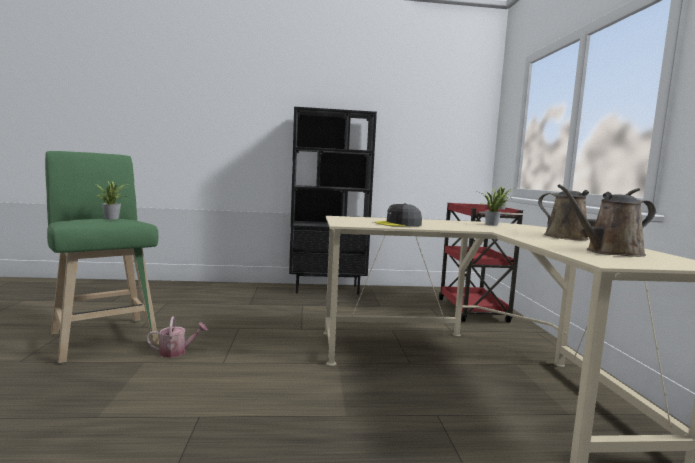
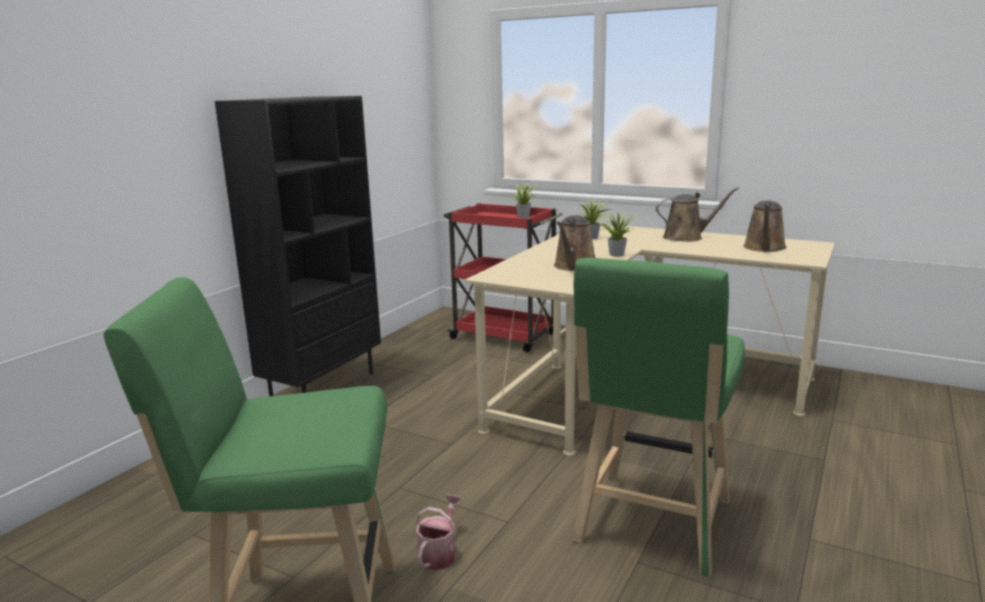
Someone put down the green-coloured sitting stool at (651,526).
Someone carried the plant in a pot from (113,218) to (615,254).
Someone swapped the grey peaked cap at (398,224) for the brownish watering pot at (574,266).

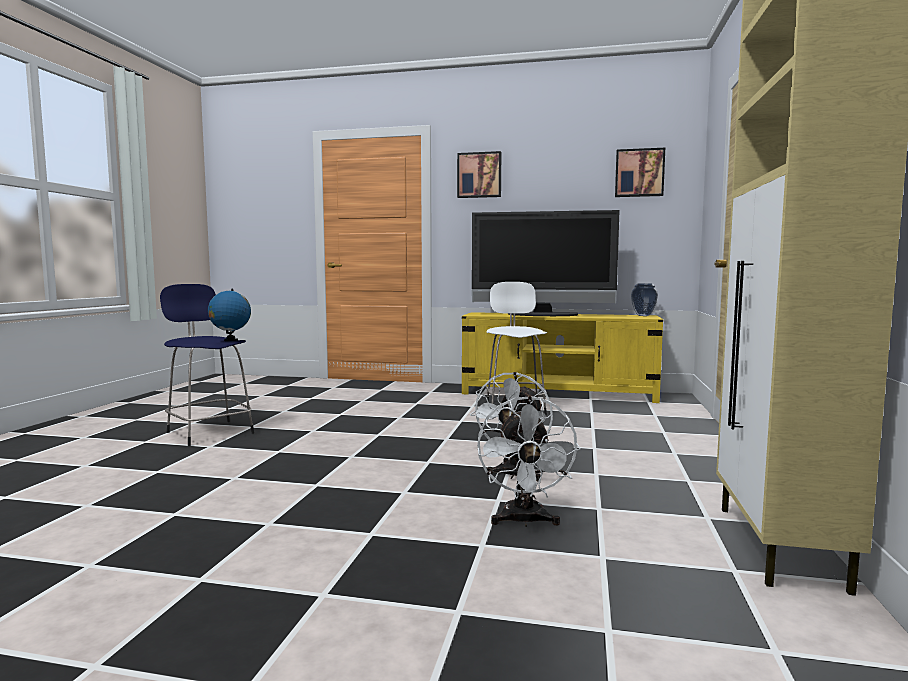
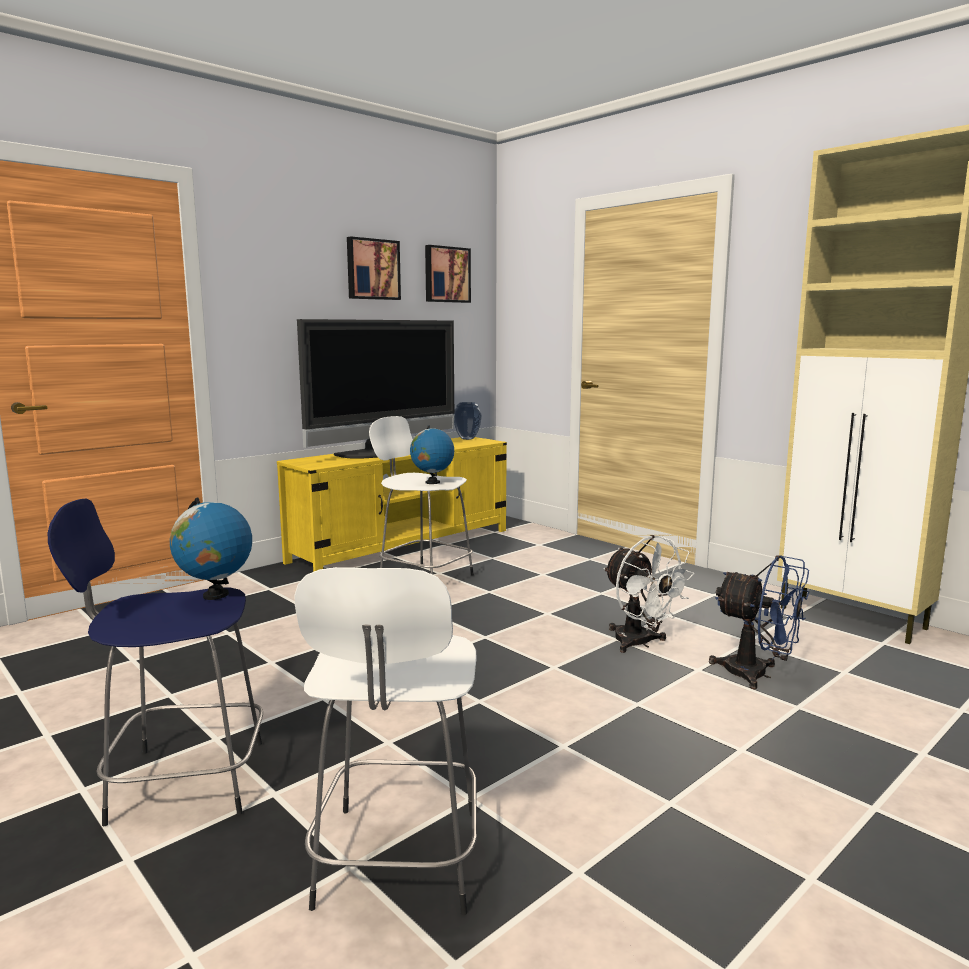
Someone put down the white sitting stool at (397,863).
Someone put down the desk globe at (432,482).
Someone carried the picture from (479,175) to (372,269).
Someone repainted the white electric fan at (524,521), which became the blue-coloured electric fan at (757,675).

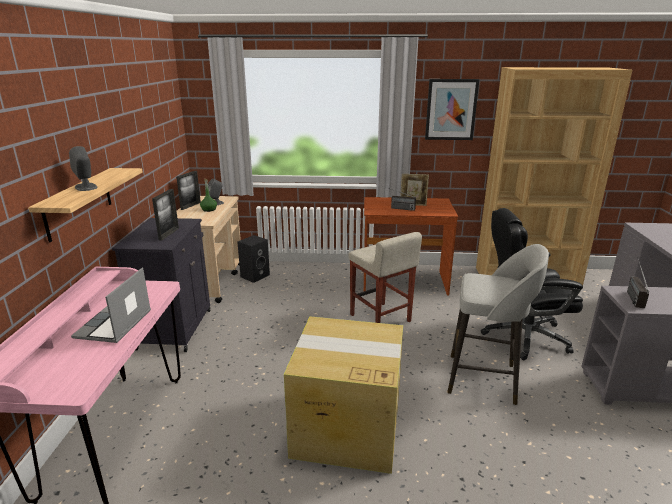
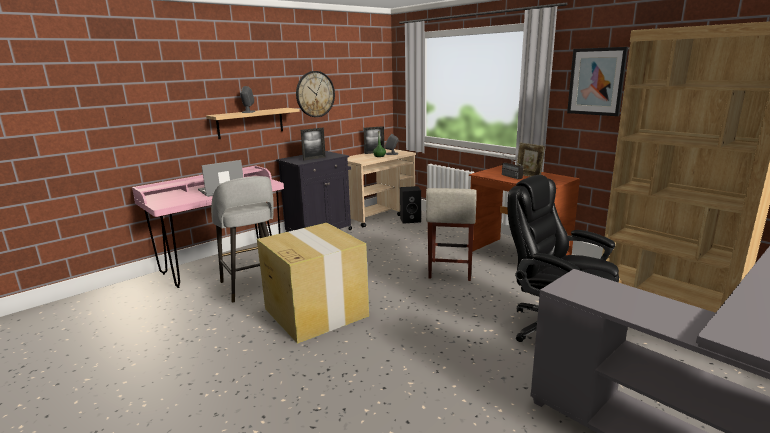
Someone took away the radio receiver at (632,295).
Someone put up the wall clock at (315,94).
Someone carried the grey sitting stool from (484,379) to (252,286).

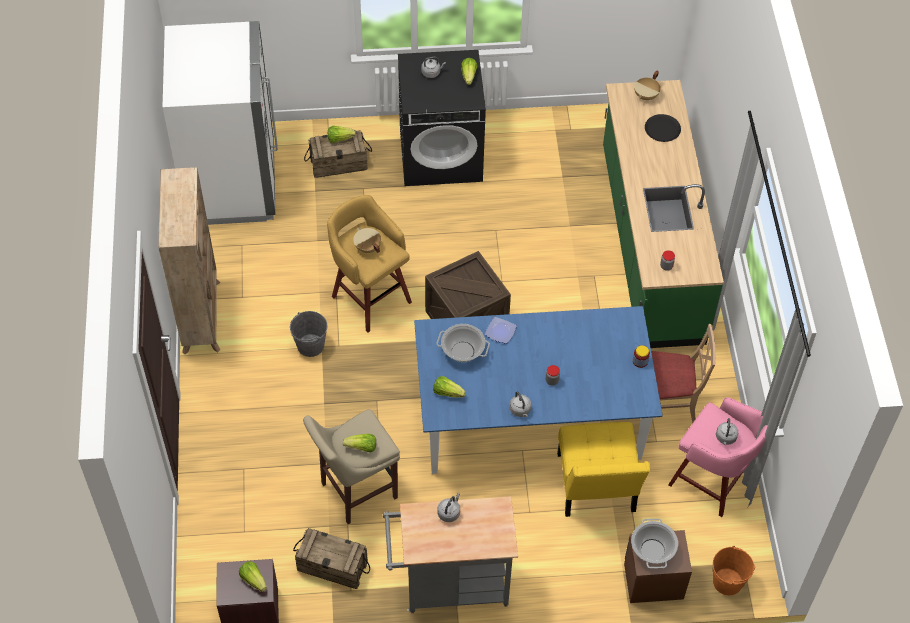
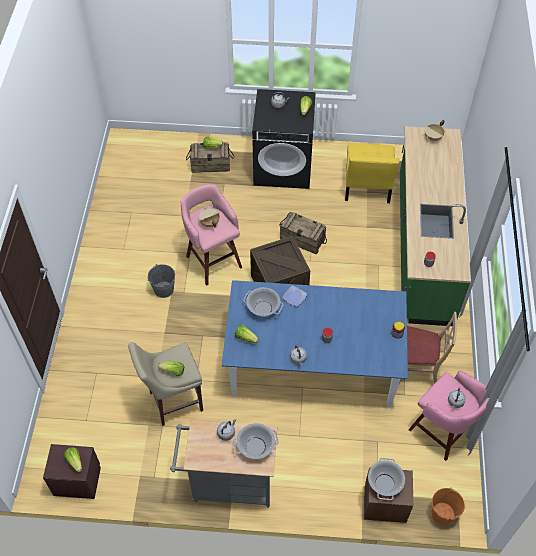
Someone took away the beige bookcase at (202,316).
Someone took away the white refrigerator at (231,184).
Someone took away the black-coloured flat dish at (662,128).
Someone put down the cooking pot at (256,446).
Someone carried the shipping crate from (332,566) to (302,239).
Someone carried the yellow-coloured plain chair from (596,488) to (367,187).
Someone repainted the yellow-coloured sitting stool at (370,297), which became the pink-coloured sitting stool at (213,260).

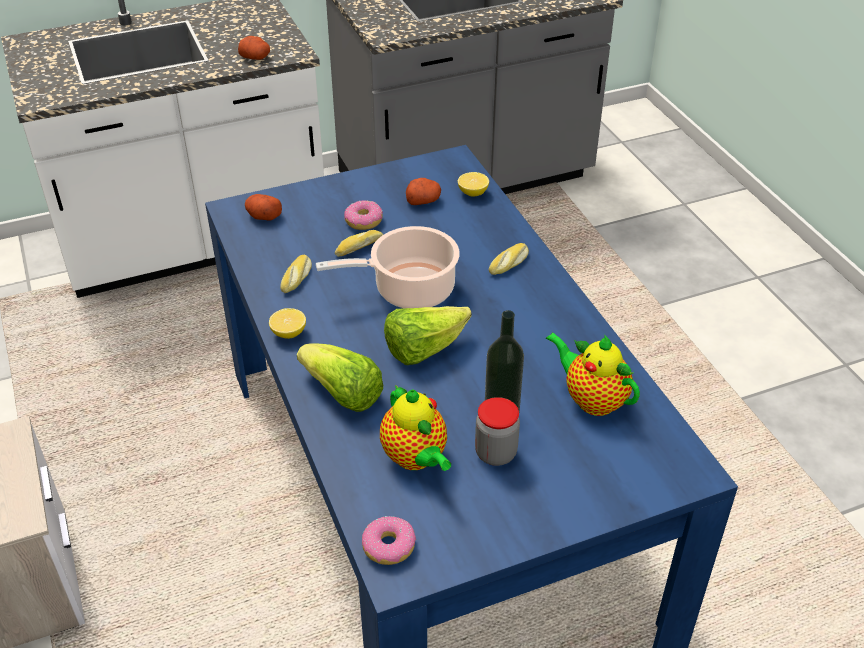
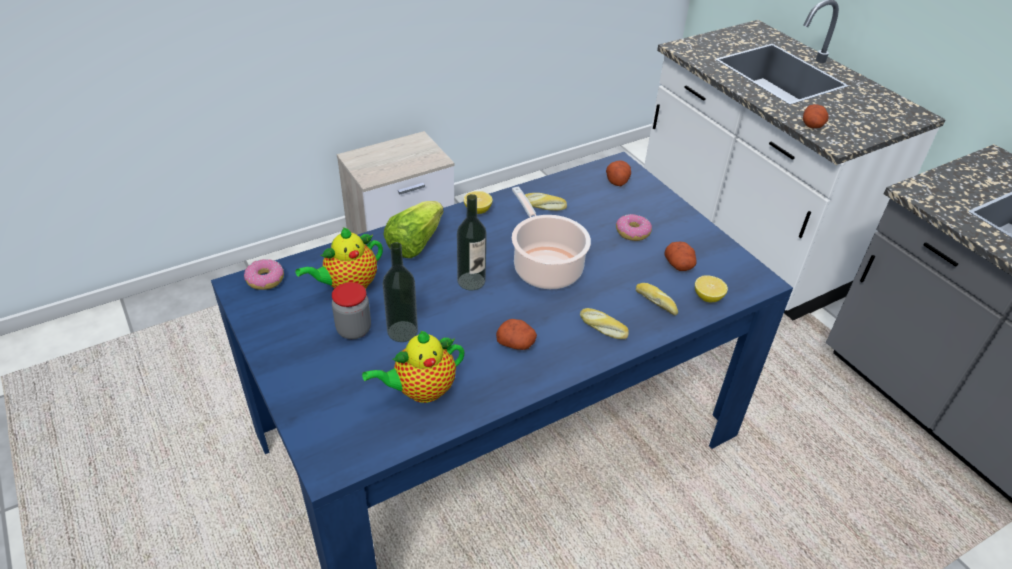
Someone put down the whole potato at (516,343).
Someone carried the bakery bread from (358,247) to (656,302).
Someone swapped the head of lettuce at (423,349) for the beverage bottle at (471,281).
Someone rotated the teapot at (591,399) by 150 degrees counterclockwise.

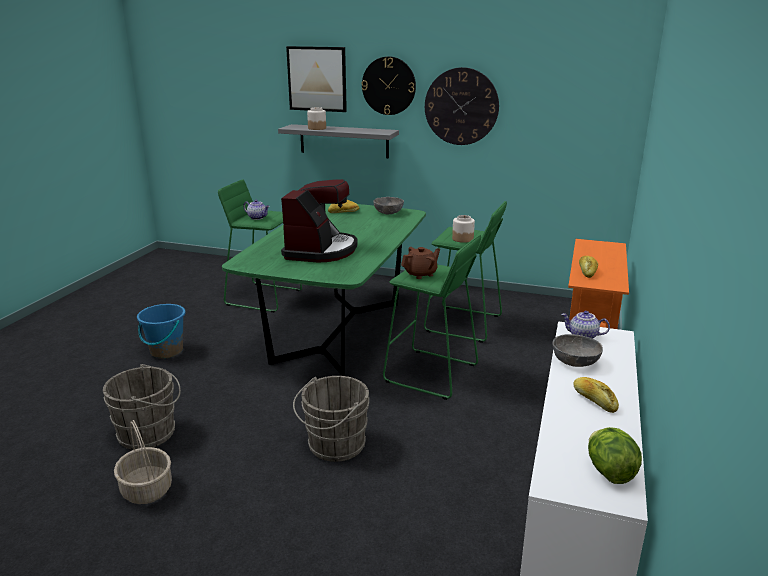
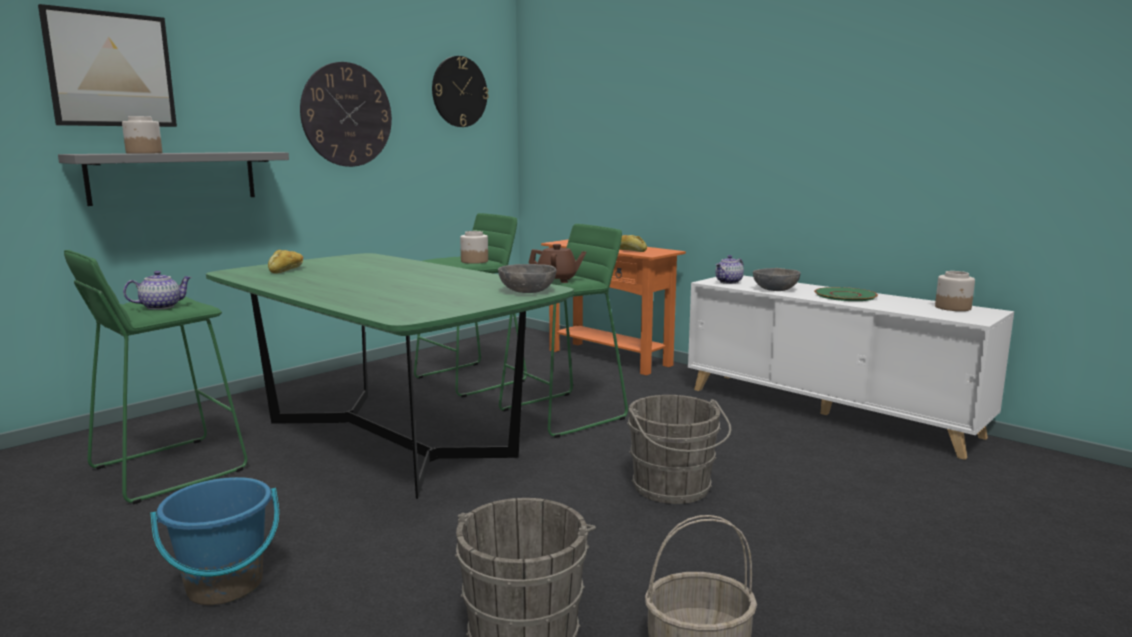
Someone took away the coffee maker at (321,250).
Someone carried the wall clock from (388,86) to (459,92).
Someone carried the grey serving bowl from (388,212) to (527,291).
Someone swapped the bakery bread at (594,400) for the green-coloured flat dish at (845,295).
Someone swapped the head of lettuce at (609,472) for the storage jar at (953,308).
Someone rotated the brownish teapot at (421,274) by 105 degrees clockwise.

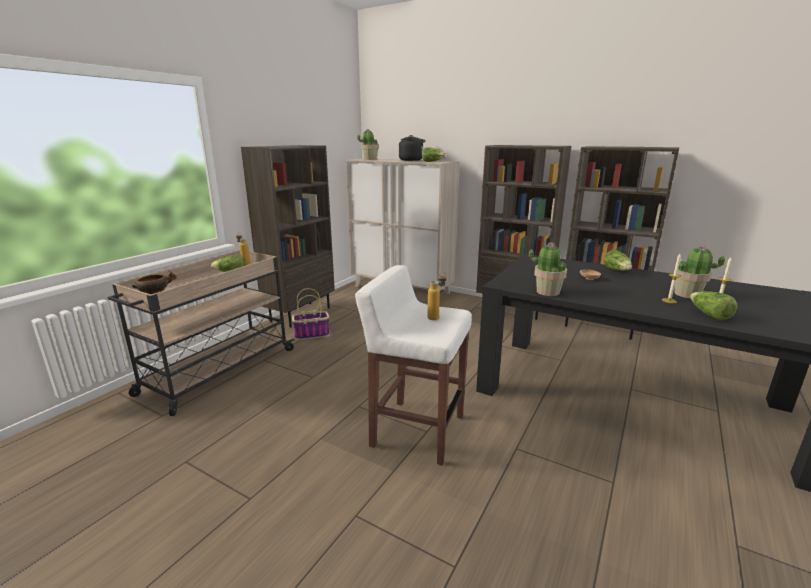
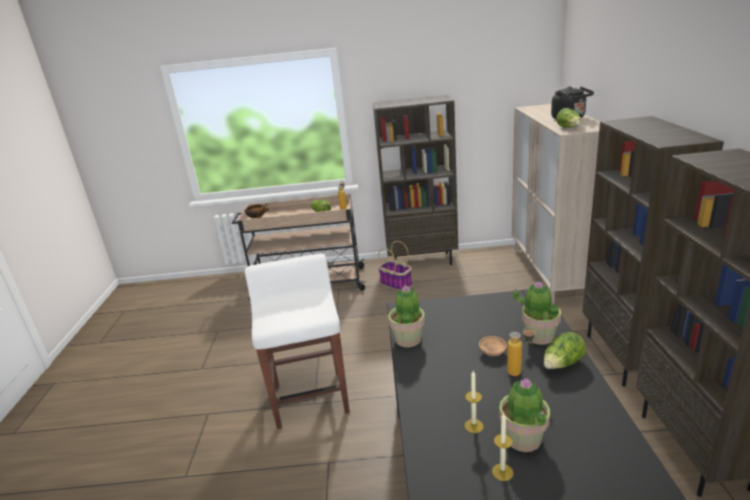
Someone took away the head of lettuce at (708,315).
Someone carried the plant in a pot from (370,159) to (539,336).
Someone carried the beverage bottle from (436,317) to (520,373).

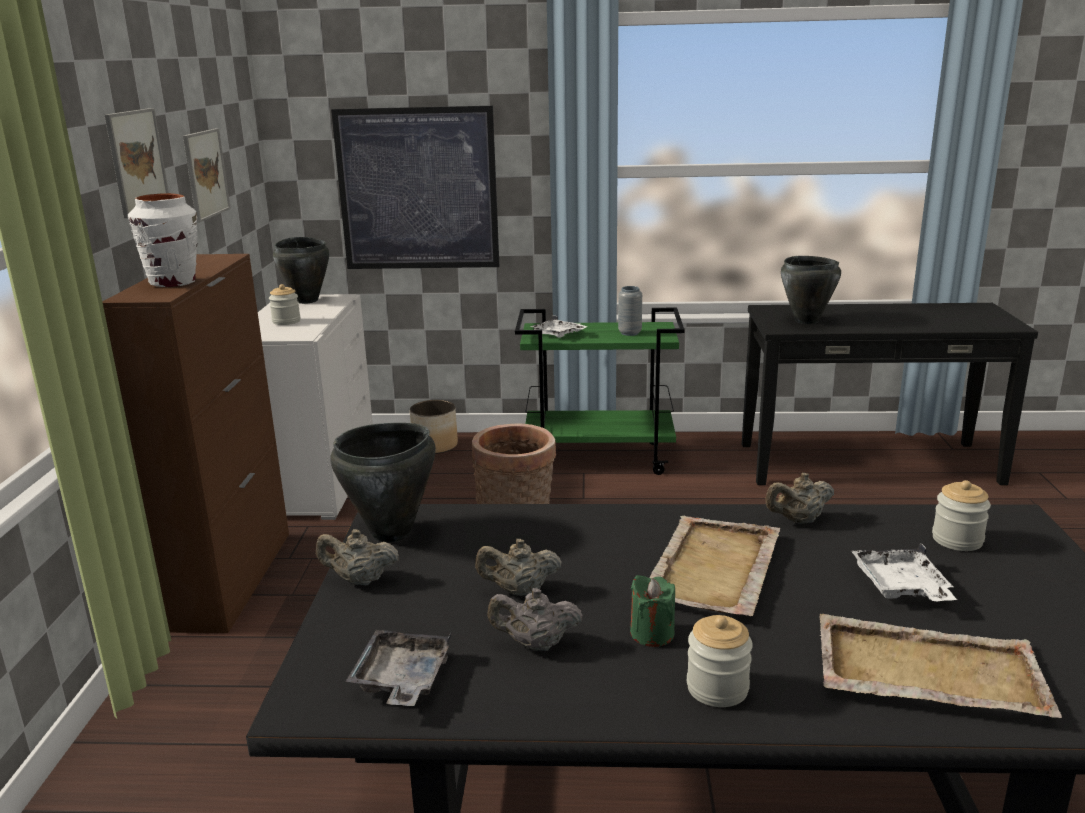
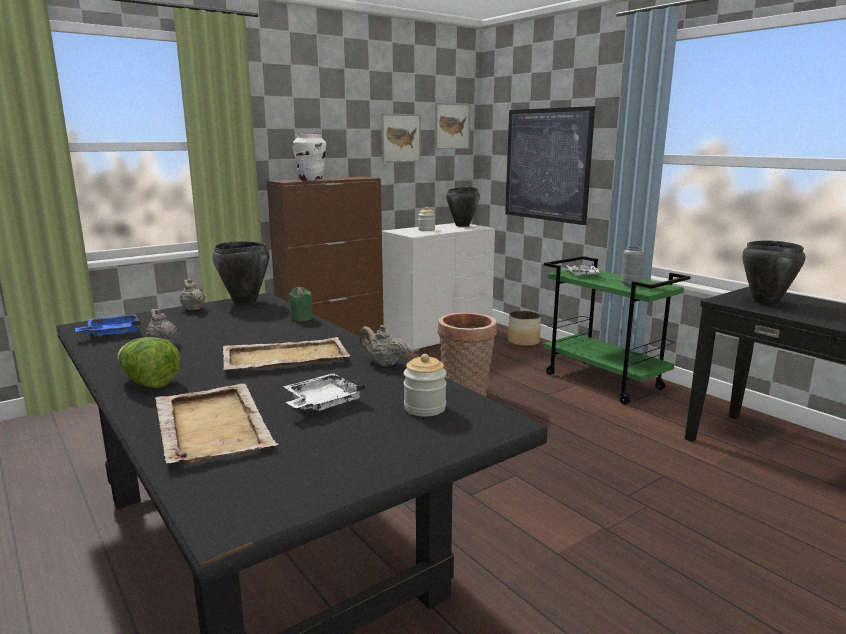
Someone took away the beige teapot at (519,591).
Someone carried the picture from (137,161) to (452,126).
Someone carried the green-coloured wax light from (652,633) to (301,318).
Someone swapped the storage jar at (717,688) for the head of lettuce at (149,382).
Someone repainted the grey tray at (402,680), which became the blue-coloured tray at (112,333).

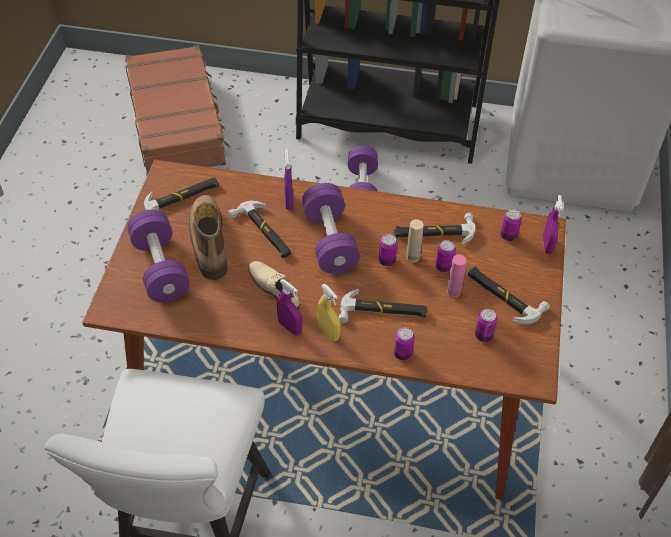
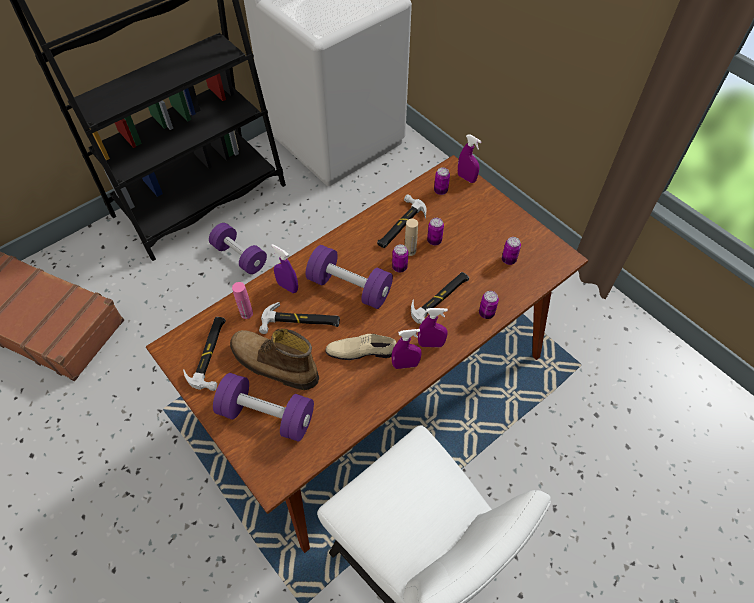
Someone took away the hand hammer at (503,296).
Someone carried the pink-coloured beverage bottle from (453,292) to (246,313).
Someone repainted the yellow-coloured spray bottle at (328,332), which became the purplish spray bottle at (431,344).

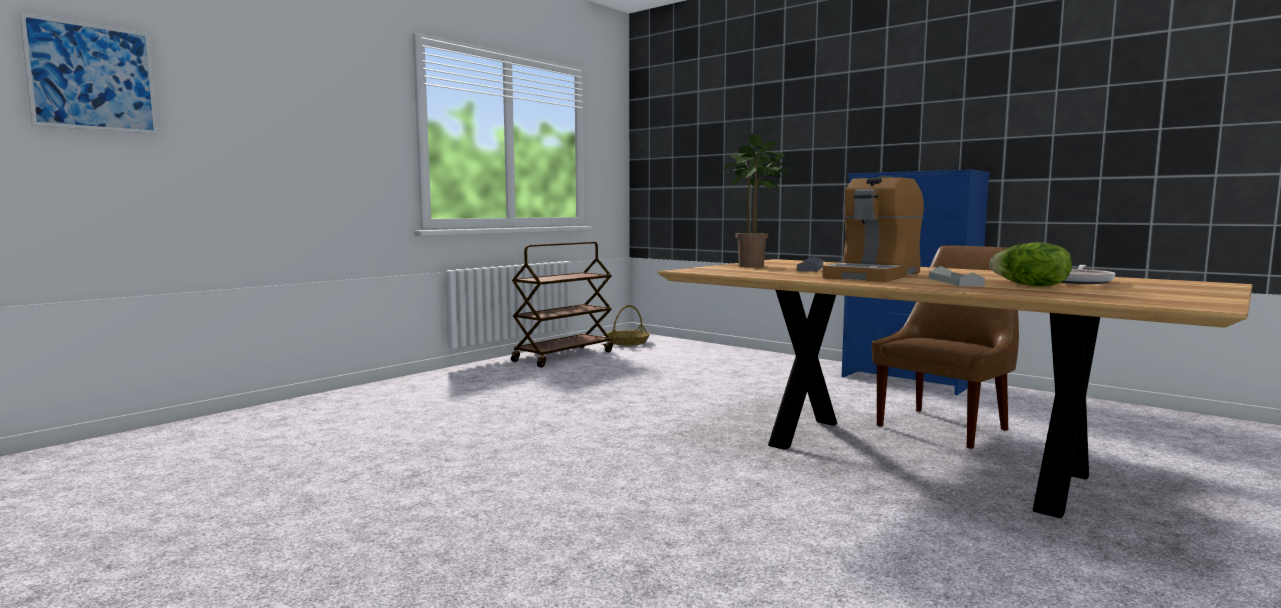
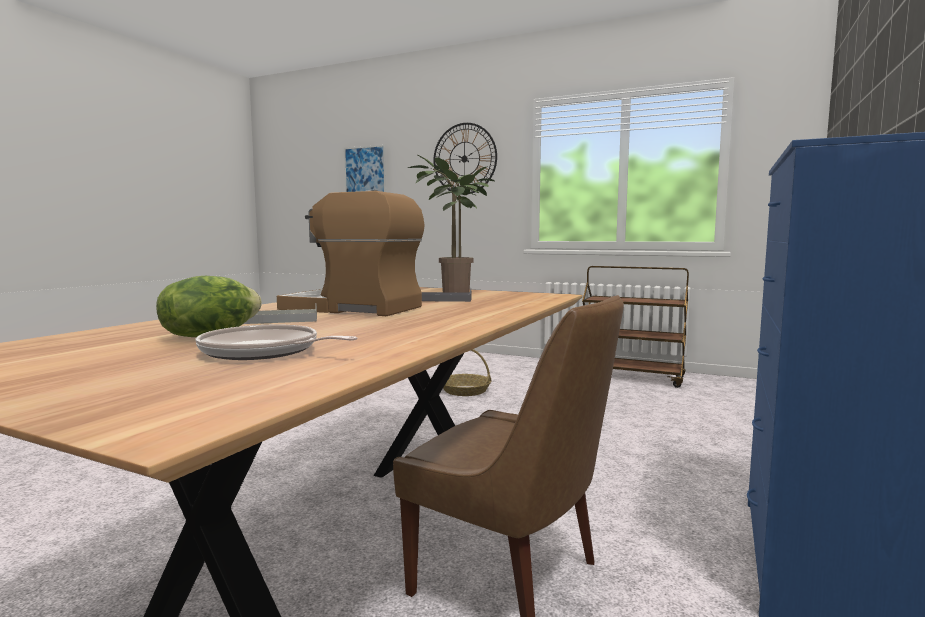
Someone put up the wall clock at (464,159).
Someone carried the storage basket from (628,343) to (464,391).

